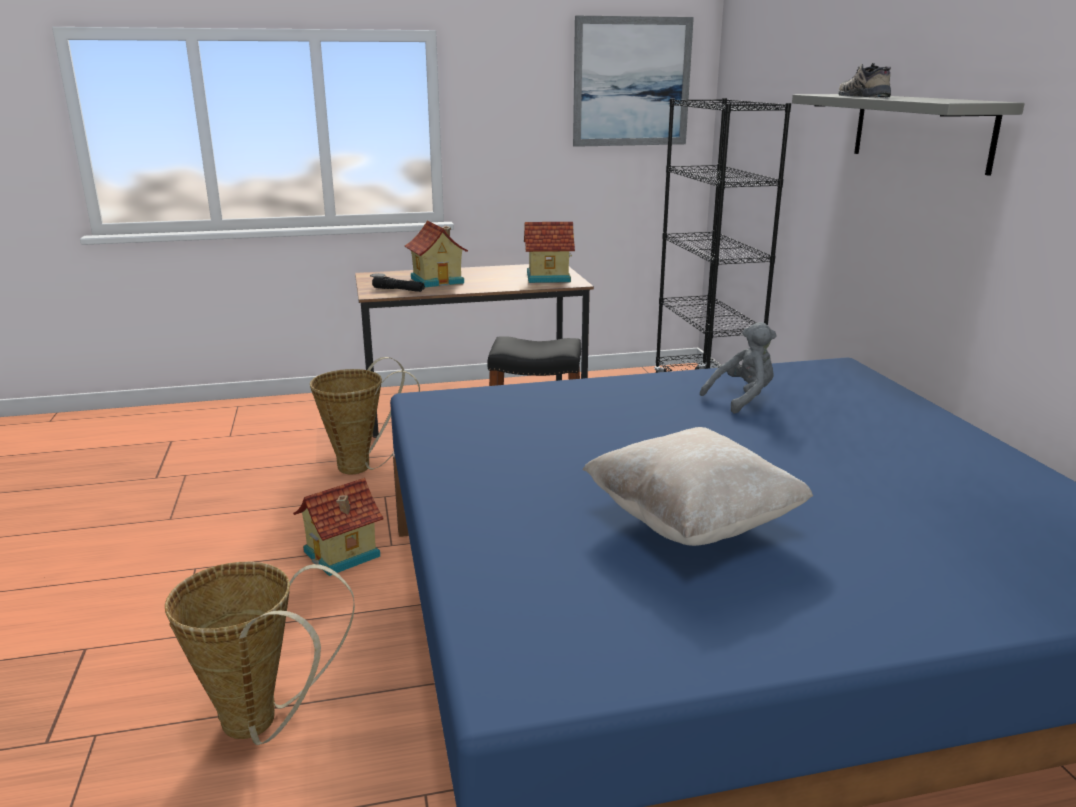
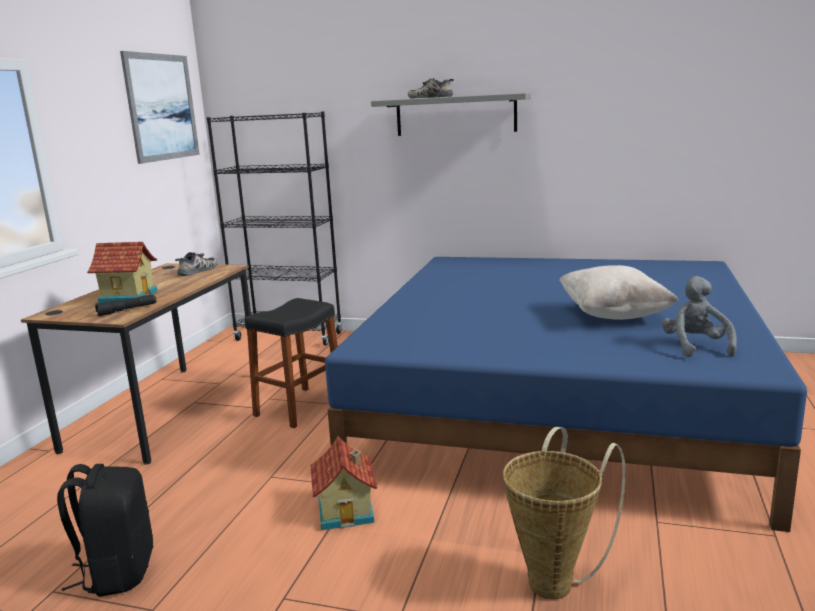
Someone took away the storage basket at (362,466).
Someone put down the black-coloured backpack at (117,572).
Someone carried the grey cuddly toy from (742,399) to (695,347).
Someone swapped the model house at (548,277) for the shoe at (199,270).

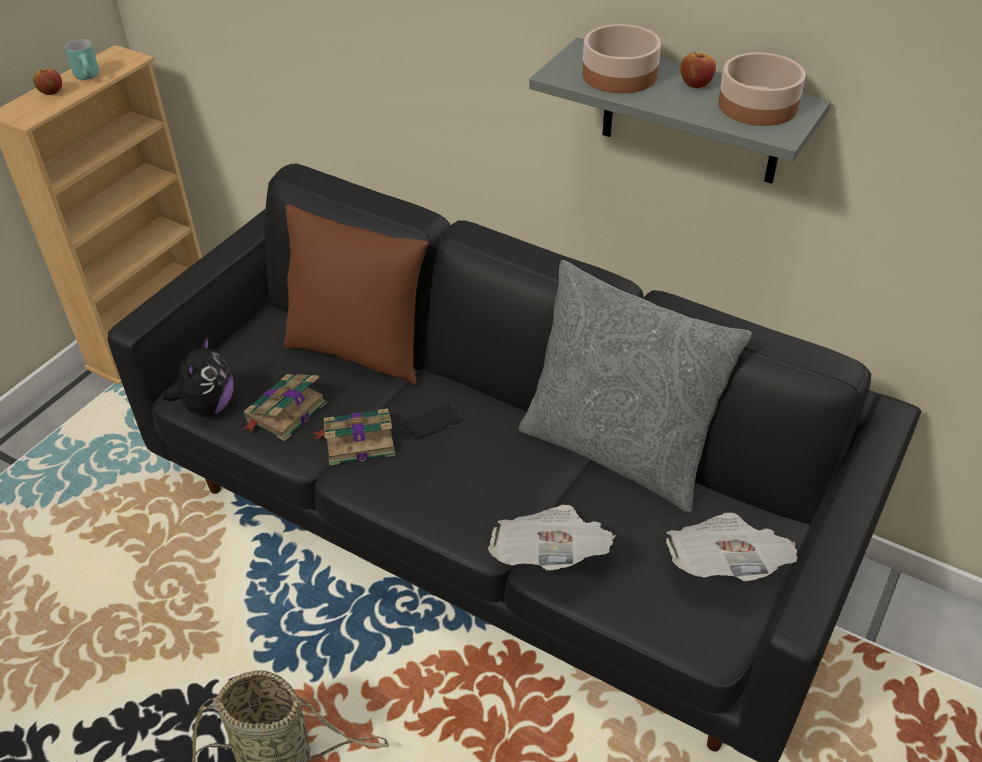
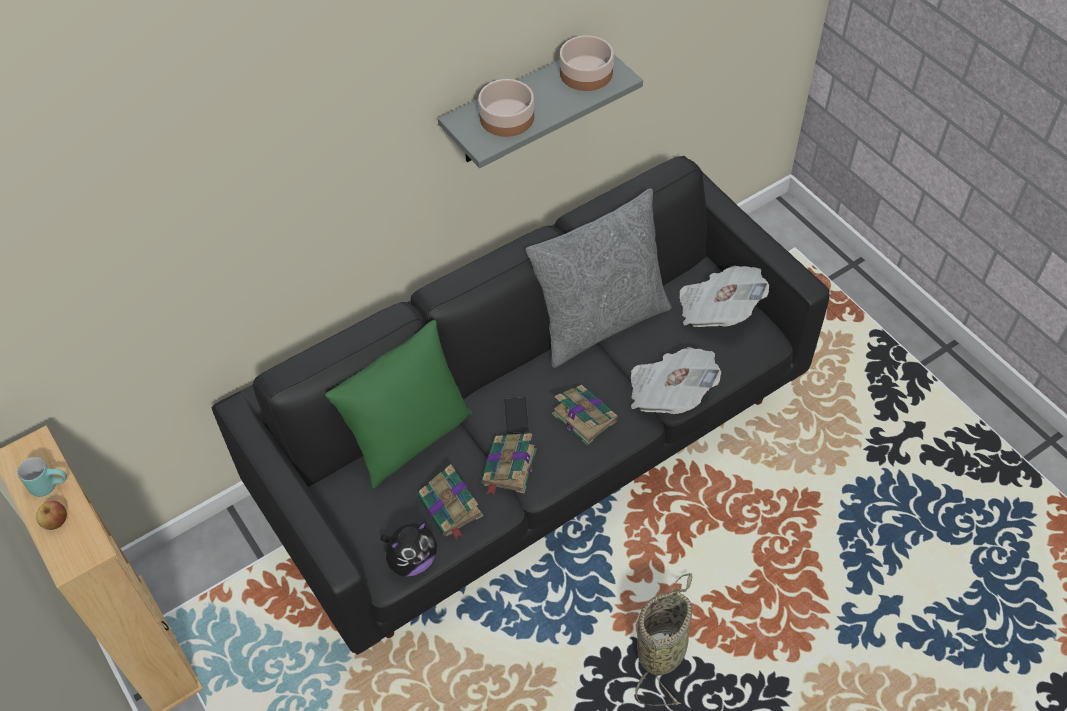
Someone took away the apple at (695,84).
Someone put down the bound book at (583,416).
Someone repainted the brownish throw pillow at (358,350), which became the green-coloured throw pillow at (409,438).
Someone rotated the cuddly toy at (208,406) by 105 degrees clockwise.

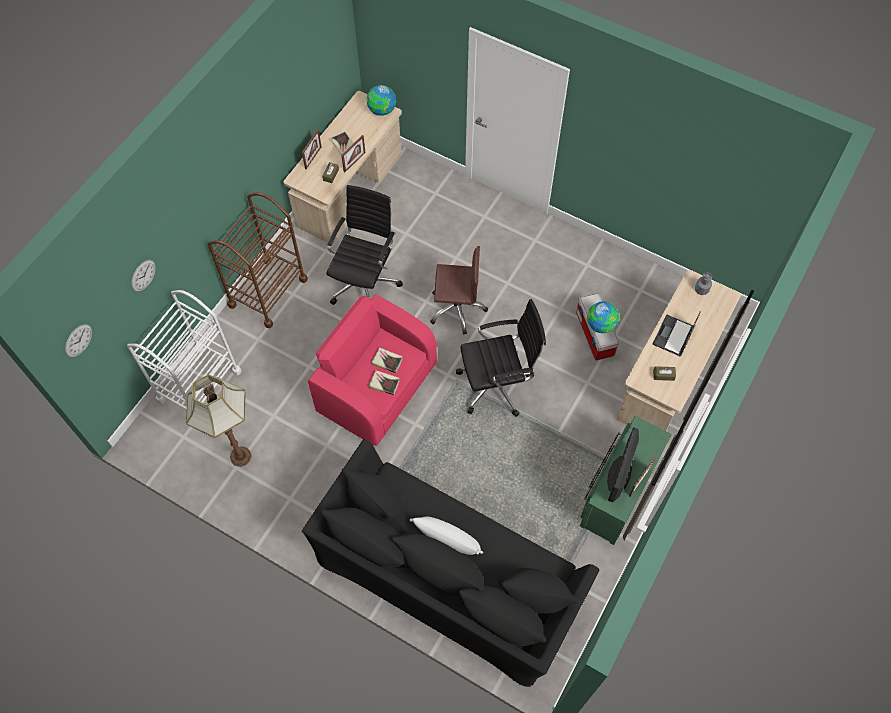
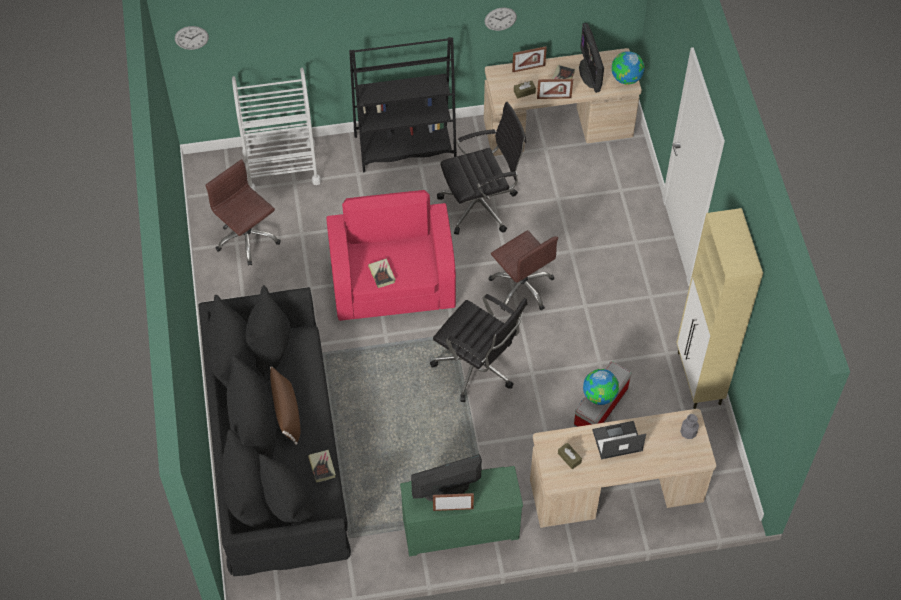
Someone put down the computer screen at (590,73).
Someone put down the beige cabinet at (699,379).
Someone carried the wall clock from (143,275) to (500,19).
Someone carried the bound book from (387,361) to (322,467).
Someone swapped the standard lamp at (239,456) for the brownish computer chair at (247,238).
Someone swapped the brownish wheeled cart at (268,292) for the black-coloured bookcase at (405,148).
Someone repainted the white throw pillow at (447,539), which became the brownish throw pillow at (287,412).

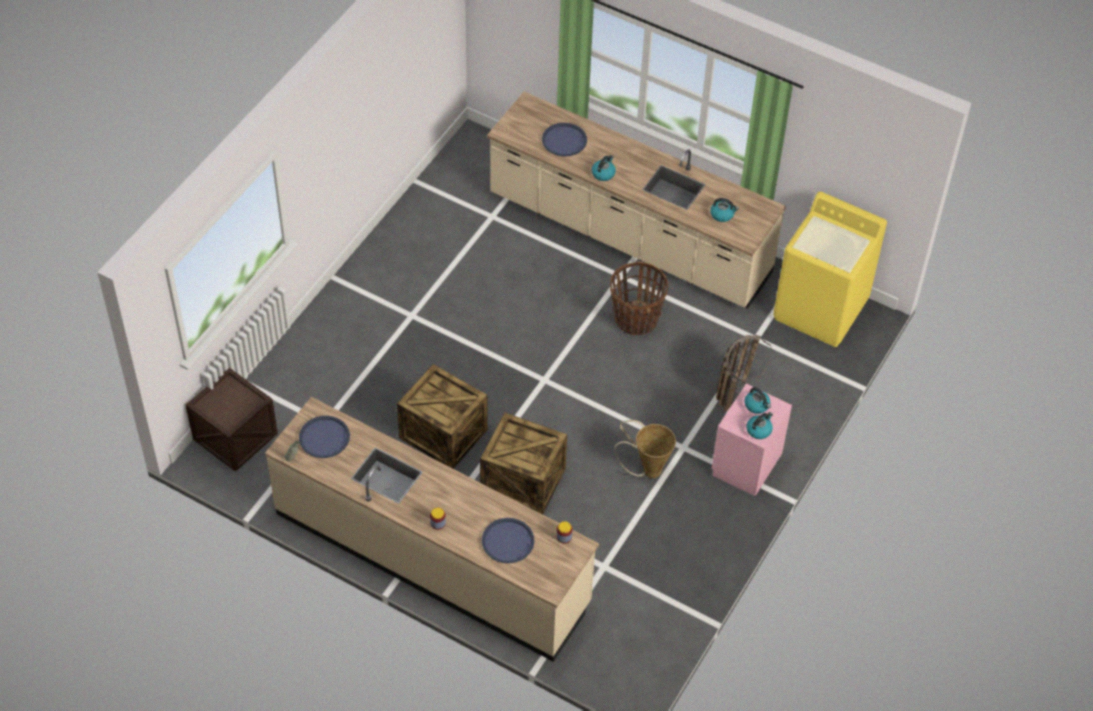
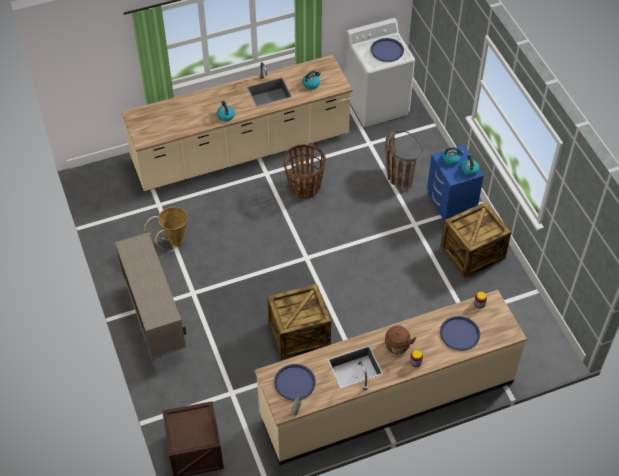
Someone put down the beige cabinet at (155,321).
Someone put down the brownish kettle at (397,347).
Someone carried the shipping crate from (522,481) to (472,253).
Someone carried the blue-coloured tray from (564,140) to (387,50).
Someone carried the storage basket from (647,470) to (173,243).
Someone repainted the pink-coloured night table at (745,463), which became the blue-coloured night table at (450,203).
Someone repainted the yellow-coloured laundry appliance at (821,309), which became the white laundry appliance at (376,104).

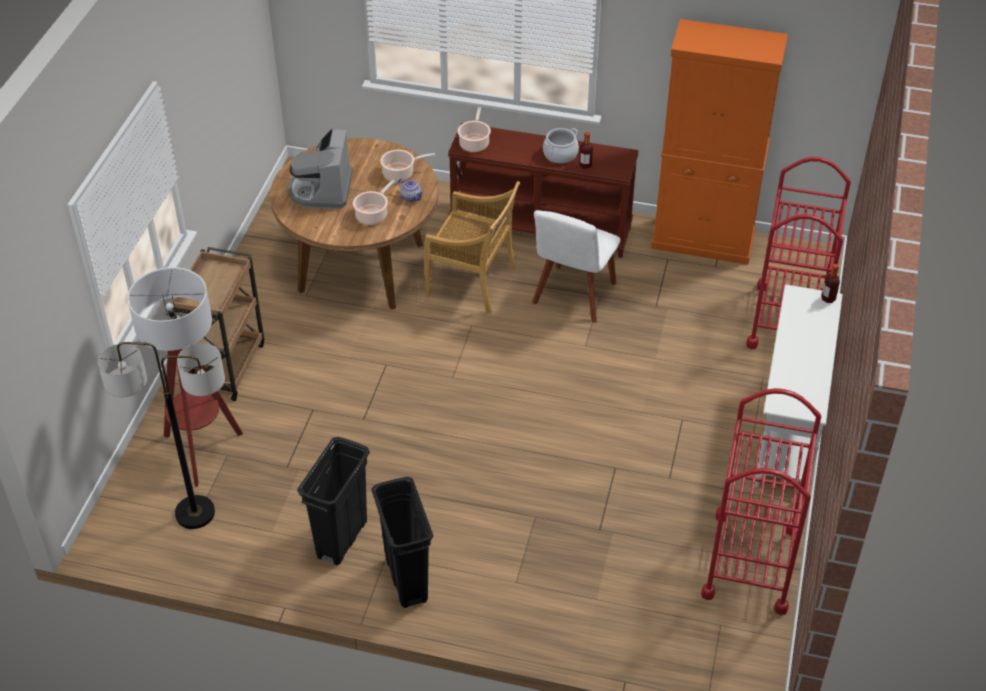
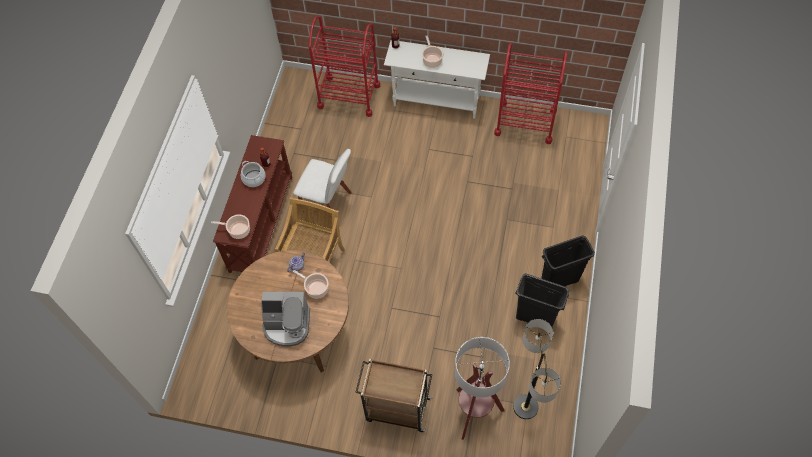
Someone took away the orange cabinet at (703,240).
Someone carried the cooking pot from (400,174) to (432,60).

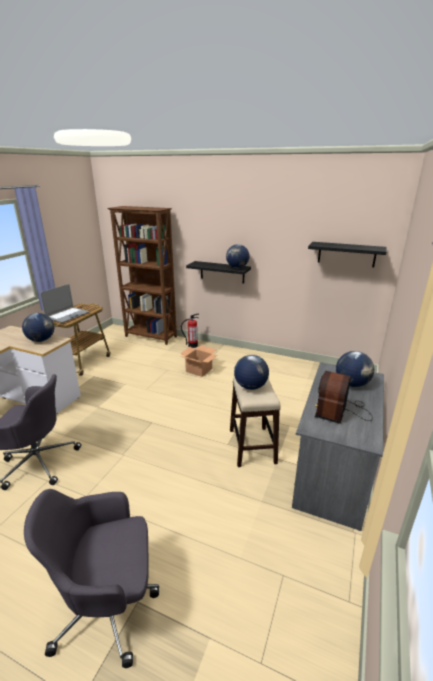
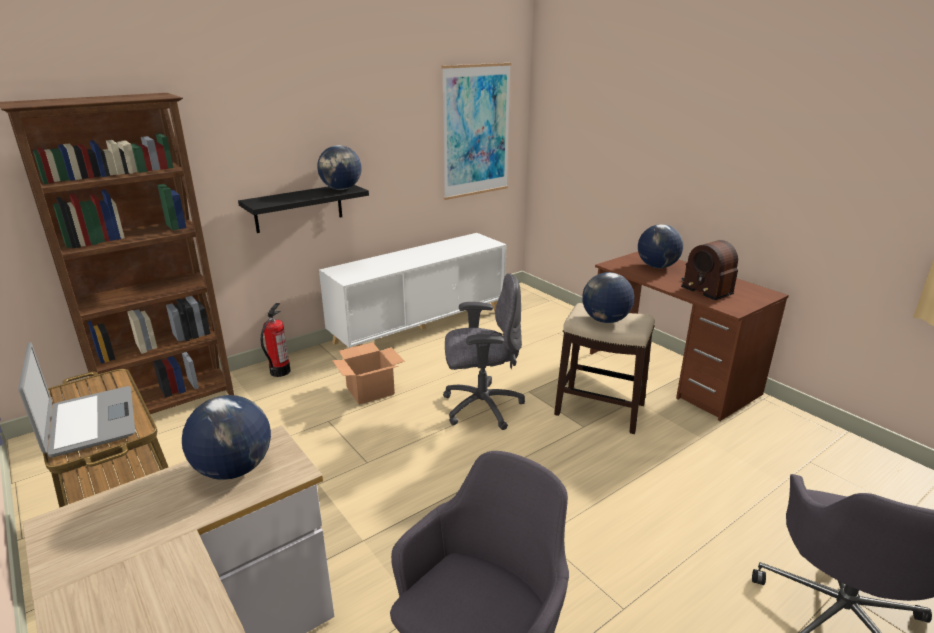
Someone put down the white cabinet at (420,326).
Someone put down the grey computer chair at (481,407).
Someone swapped the black-coloured shelf at (346,254) for the picture at (476,131).
Someone repainted the grey desk table at (333,469), which became the brownish desk table at (671,373).

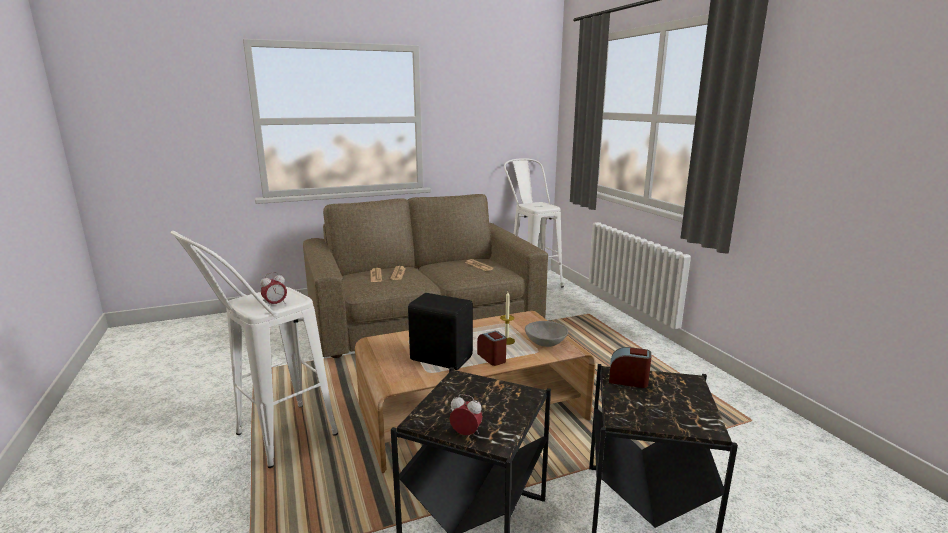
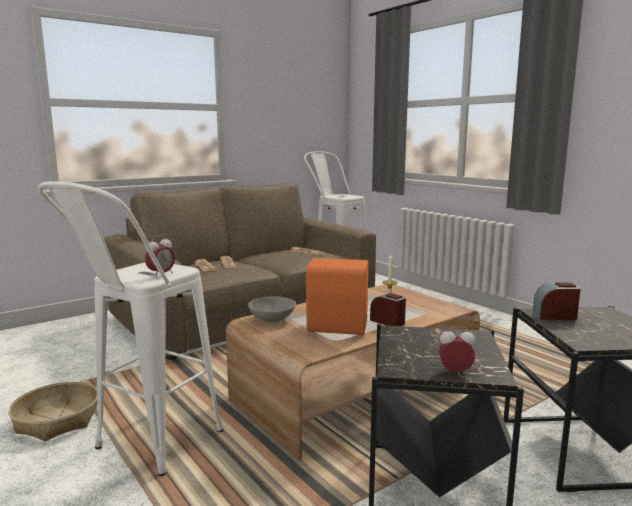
Someone put down the storage basket at (57,420).
Someone carried the grey serving bowl from (545,343) to (272,319).
Someone repainted the black-coloured loudspeaker at (441,357), which became the orange loudspeaker at (336,327).

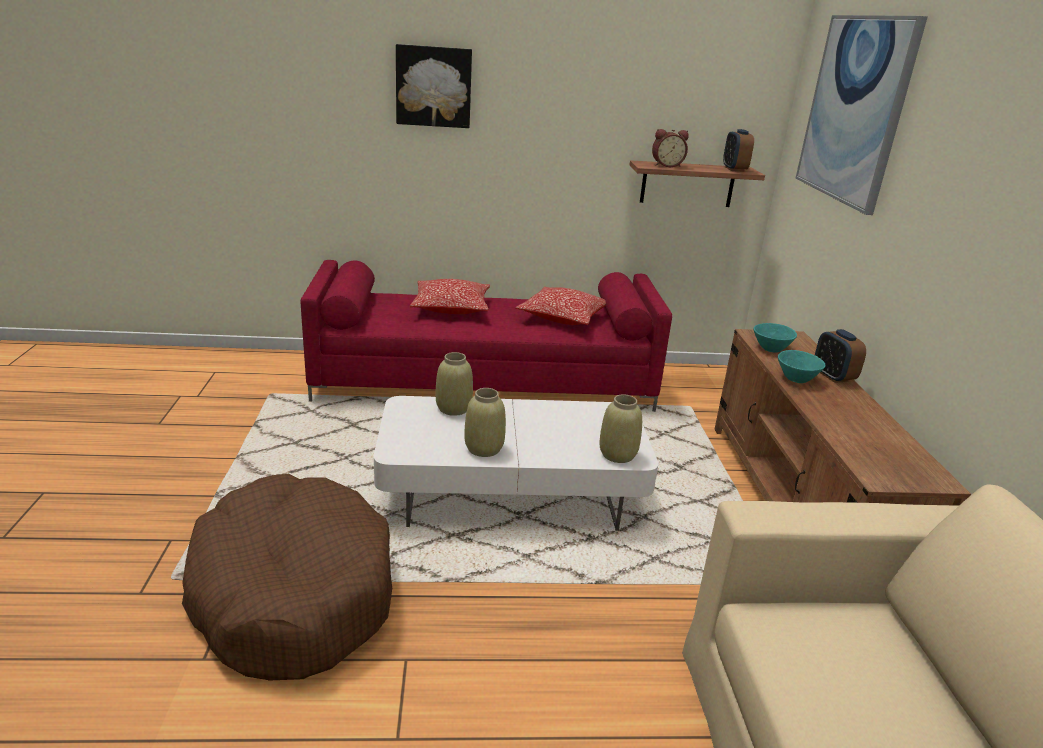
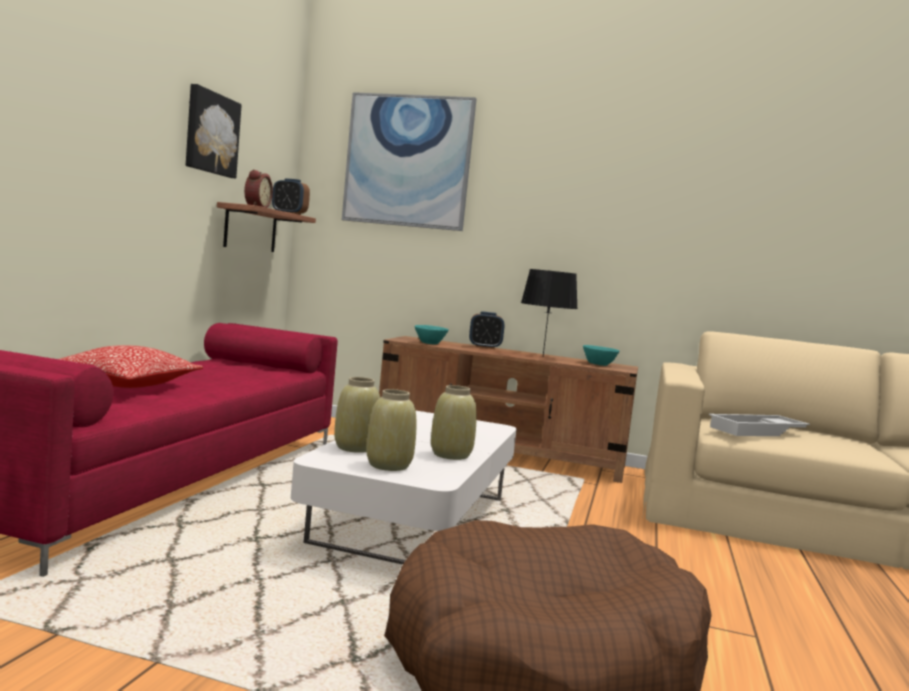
Someone took away the throw pillow at (563,317).
Someone put down the black-coloured tabletop lamp at (542,356).
Someone put down the white tray at (758,432).
Someone carried the picture from (433,86) to (211,133).
Someone carried the beige flower vase from (617,454) to (388,465).
Someone carried the turquoise-coloured serving bowl from (795,379) to (599,364).

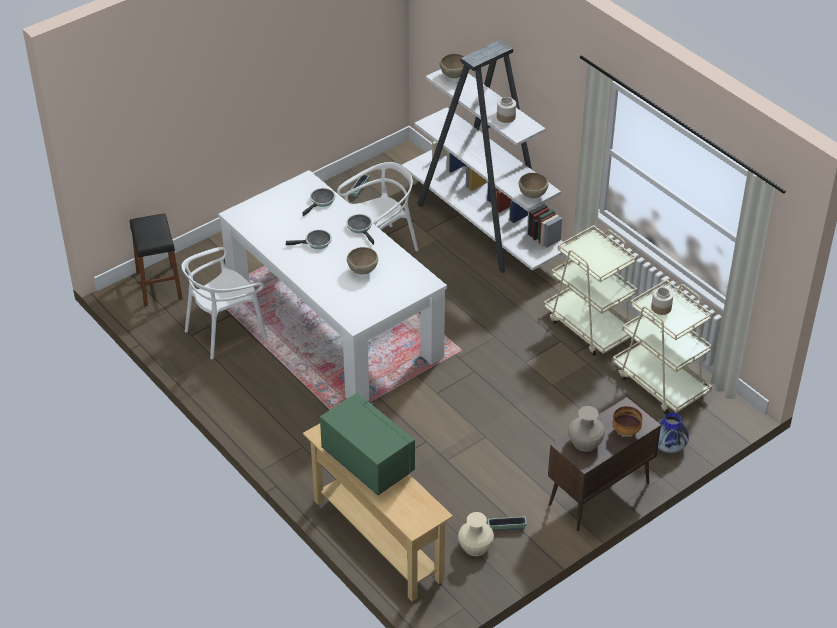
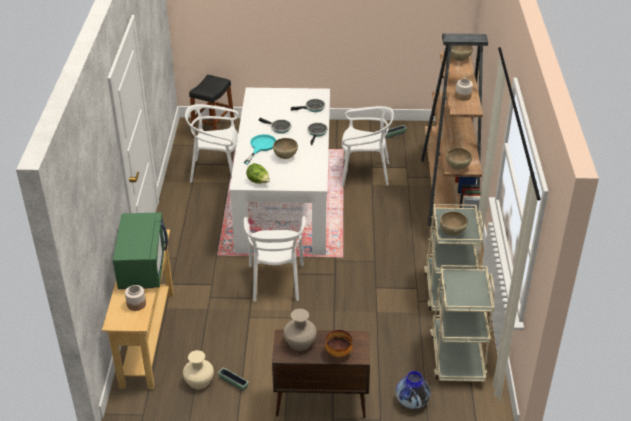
Someone put down the turquoise-coloured frying pan at (260,147).
Someone put down the white plain chair at (276,281).
Someone put down the head of lettuce at (258,181).
Someone put down the brownish serving bowl at (452,232).
Someone carried the storage jar from (661,308) to (136,304).
Someone repainted the white bookcase at (483,227), which became the brownish bookcase at (449,193).

